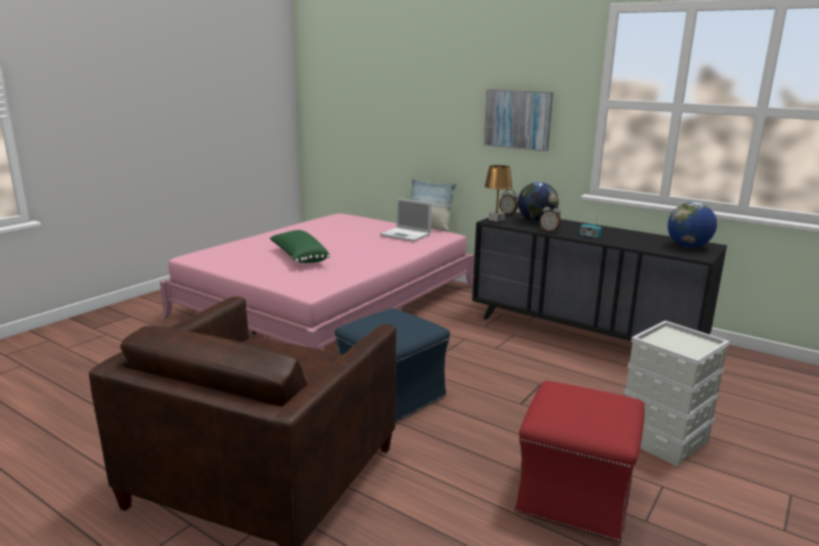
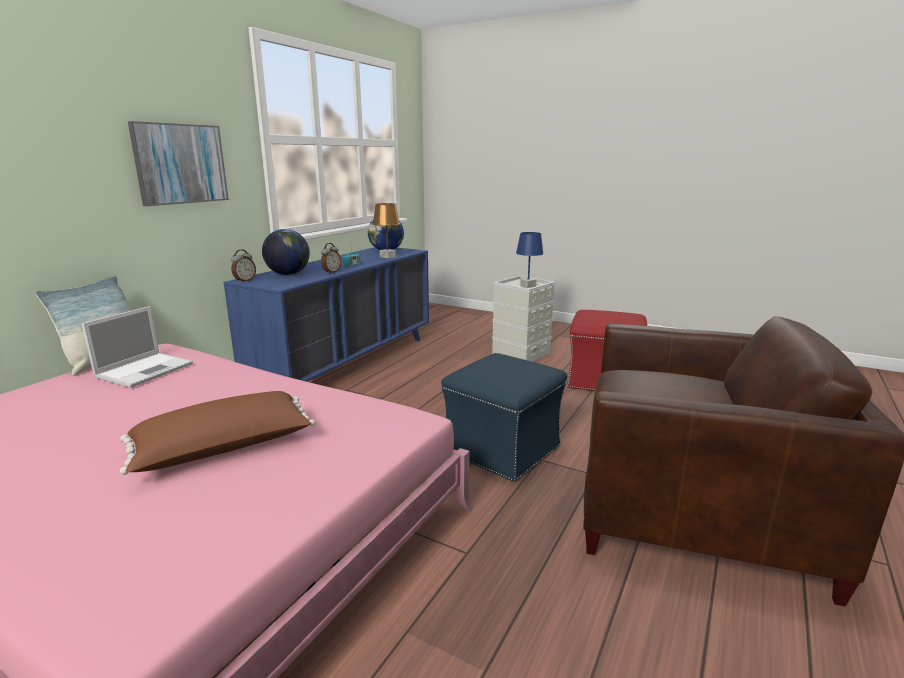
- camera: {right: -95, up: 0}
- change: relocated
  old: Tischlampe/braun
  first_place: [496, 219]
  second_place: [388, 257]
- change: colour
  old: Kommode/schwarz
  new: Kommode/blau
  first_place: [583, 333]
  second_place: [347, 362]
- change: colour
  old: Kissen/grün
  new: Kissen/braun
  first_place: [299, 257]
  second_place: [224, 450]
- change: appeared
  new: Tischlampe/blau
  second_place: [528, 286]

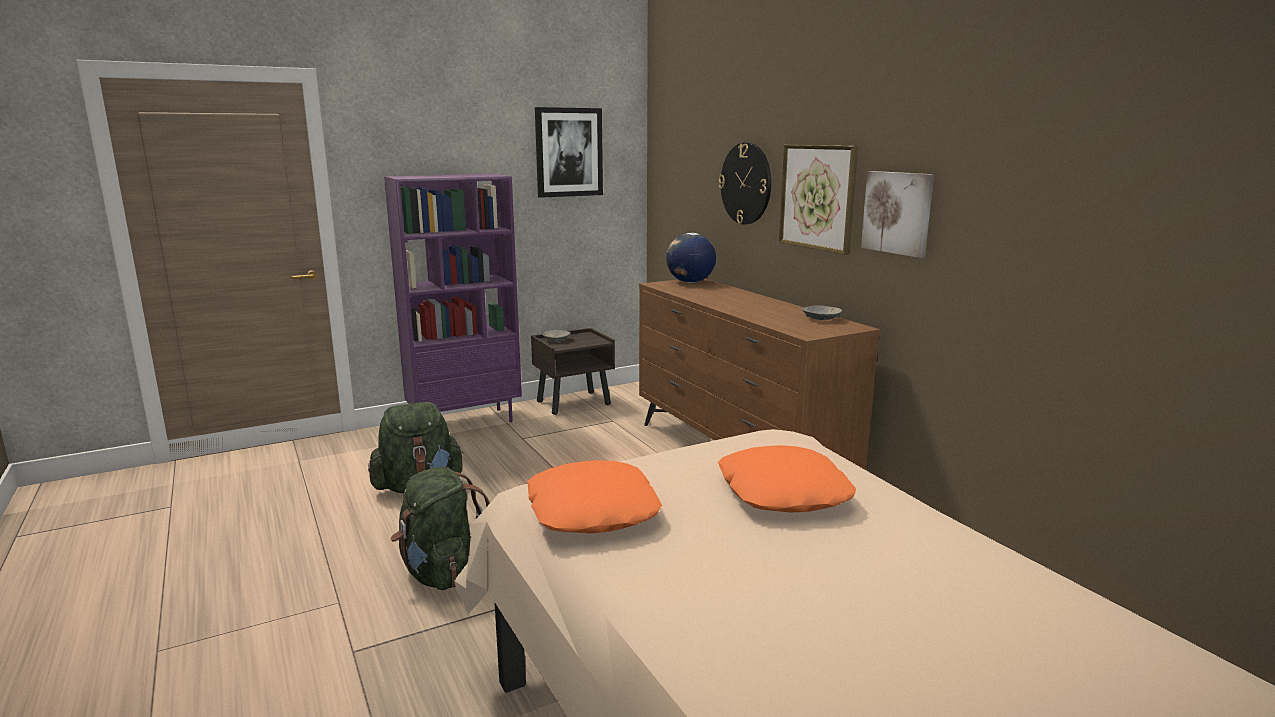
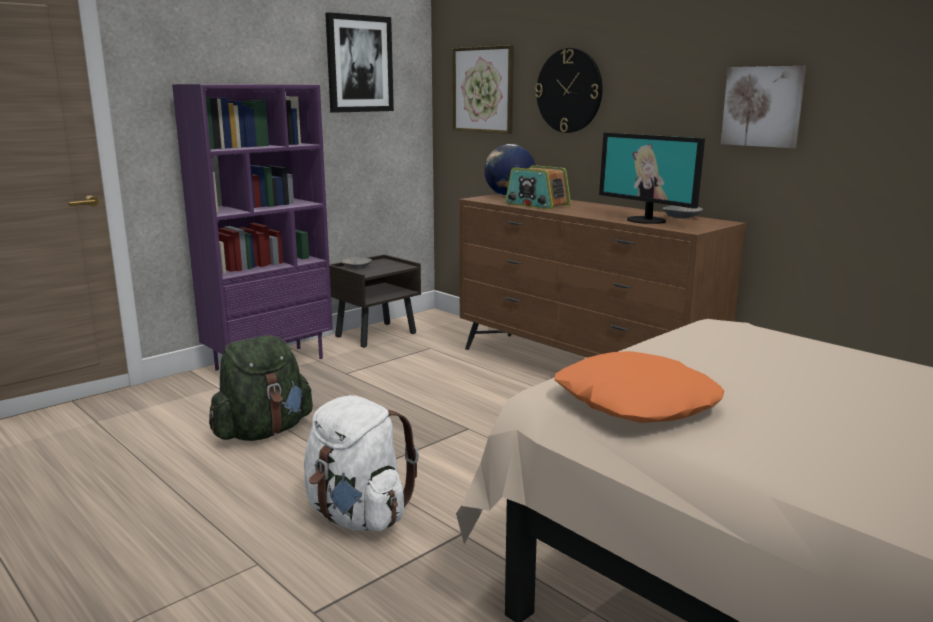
- camera: {right: -15, up: 0}
- change: relocated
  old: Bild
  first_place: [818, 197]
  second_place: [483, 90]
- change: missing
  old: Kissen/orange
  first_place: [782, 492]
- change: colour
  old: Rucksack/grün
  new: Rucksack/weiß
  first_place: [442, 573]
  second_place: [357, 516]
- change: appeared
  new: Monitor
  second_place: [647, 220]
- change: appeared
  new: Radio
  second_place: [537, 204]

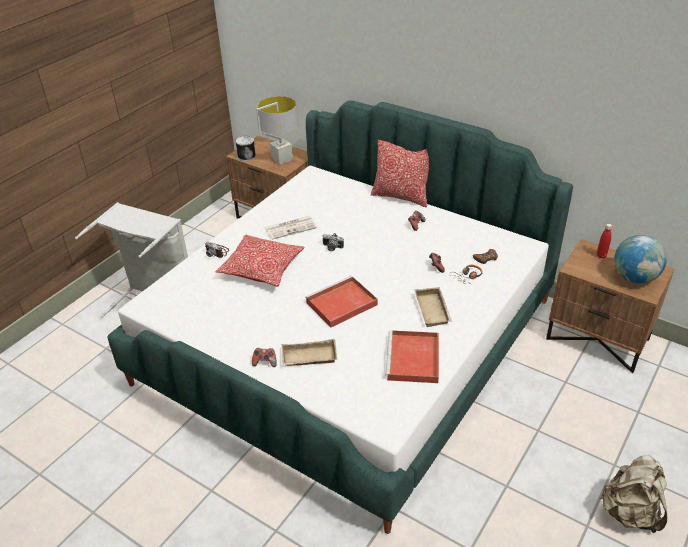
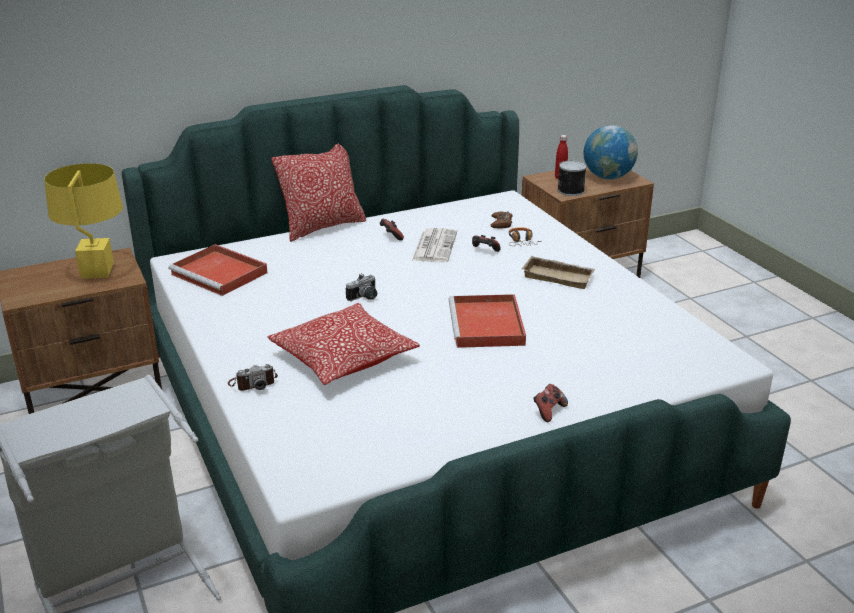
- camera: {right: -60, up: -10}
- change: colour
  old: Tischlampe/grau
  new: Tischlampe/gelb
  first_place: [281, 159]
  second_place: [97, 272]
- change: relocated
  old: Dose
  first_place: [246, 156]
  second_place: [570, 190]
- change: relocated
  old: Zeitung
  first_place: [291, 227]
  second_place: [434, 246]
- change: relocated
  old: Tablett/rot
  first_place: [413, 360]
  second_place: [221, 274]
- change: missing
  old: Tablett/beige
  first_place: [308, 358]
- change: missing
  old: Rucksack/beige
  first_place: [630, 512]

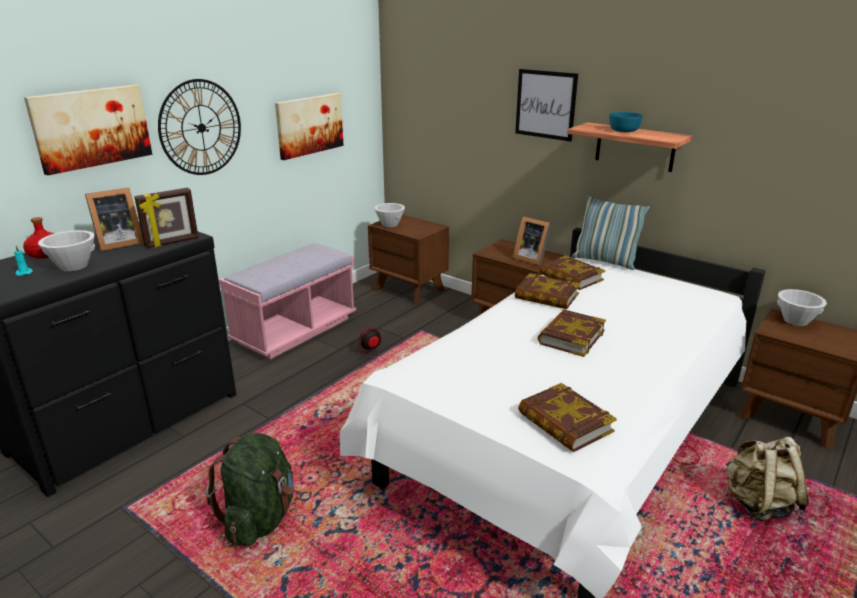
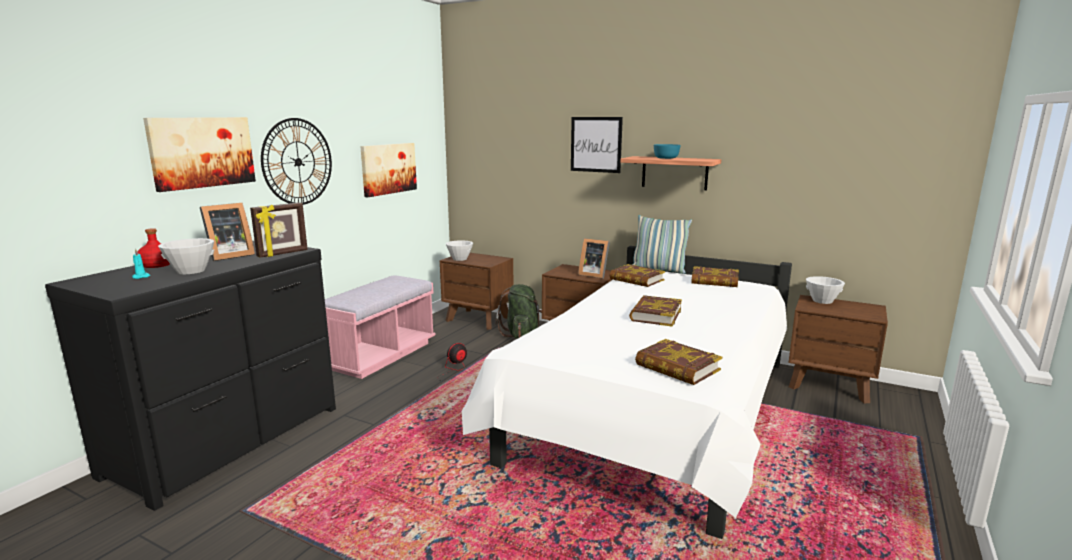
- camera: {right: -10, up: -10}
- change: relocated
  old: Buch
  first_place: [546, 296]
  second_place: [714, 281]
- change: relocated
  old: Rucksack/grün
  first_place: [260, 518]
  second_place: [521, 334]
- change: missing
  old: Rucksack/beige
  first_place: [758, 504]

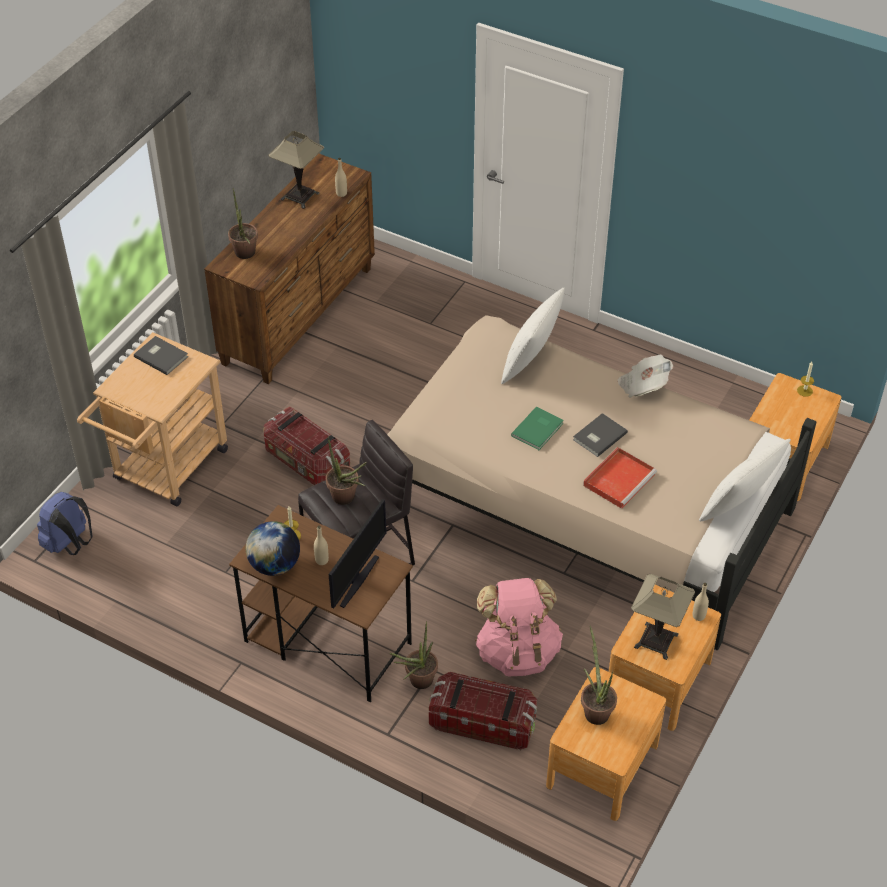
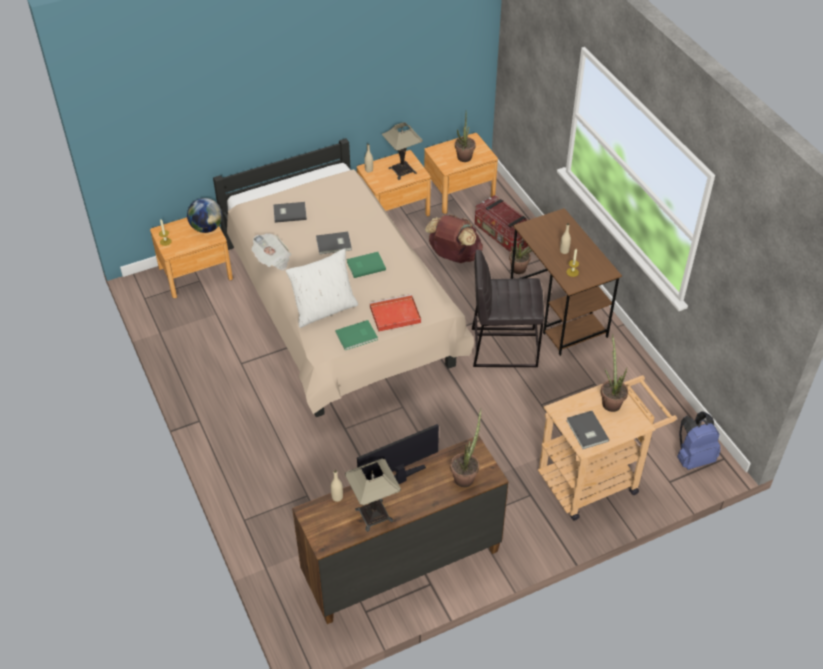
- camera: {right: -145, up: 0}
- change: missing
  old: Aufbewahrungsbox
  first_place: [306, 462]
- change: relocated
  old: Topfpflanze
  first_place: [346, 499]
  second_place: [610, 401]
- change: missing
  old: Kissen/weiß
  first_place: [738, 507]
- change: relocated
  old: Tablett/rot
  first_place: [619, 479]
  second_place: [394, 315]
- change: relocated
  old: Monitor
  first_place: [357, 580]
  second_place: [399, 479]
- change: relocated
  old: Globus
  first_place: [274, 565]
  second_place: [207, 228]
- change: colour
  old: Rucksack/rosa
  new: Rucksack/braun
  first_place: [517, 651]
  second_place: [454, 256]
- change: appeared
  new: Buch/grau
  second_place: [289, 213]
- change: appeared
  new: Buch/grün
  second_place: [357, 336]

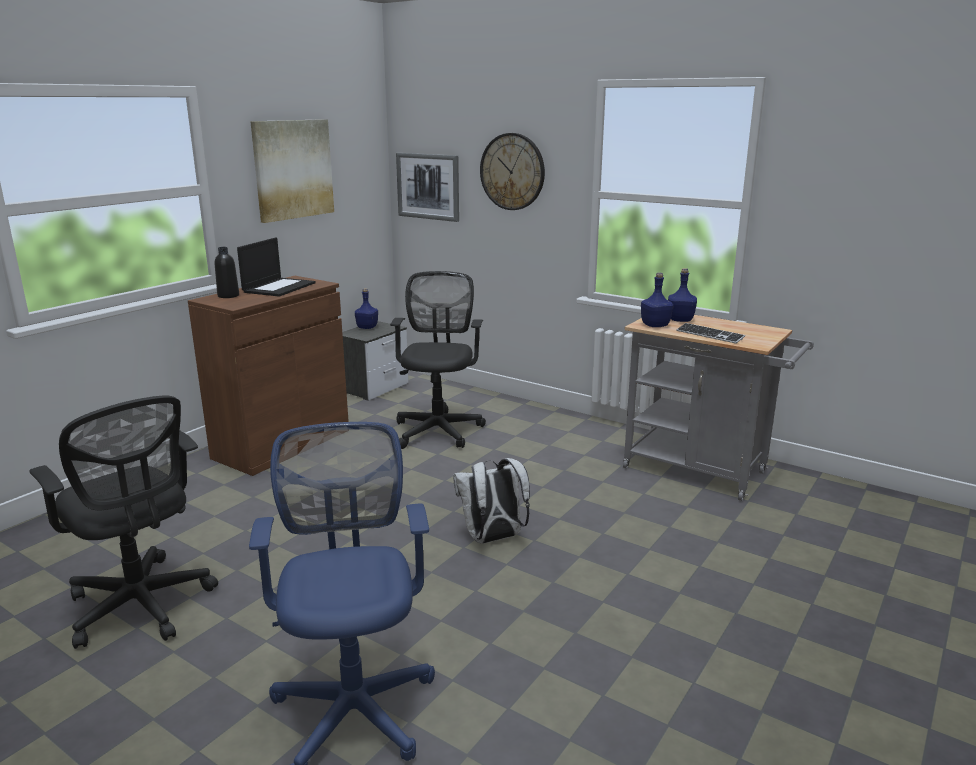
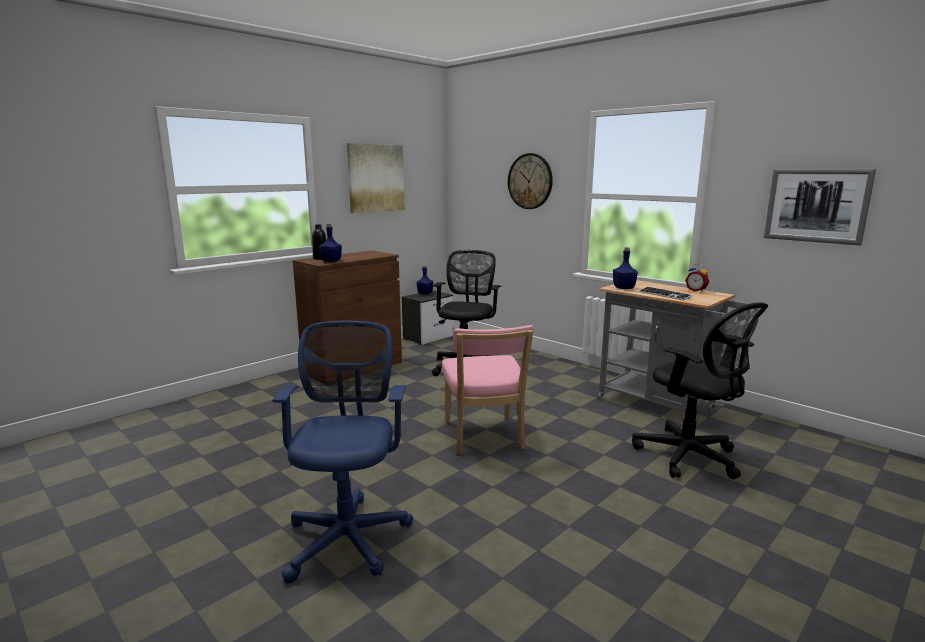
- camera: {right: 10, up: -5}
- change: relocated
  old: Bild
  first_place: [428, 186]
  second_place: [816, 205]
- change: missing
  old: Laptop
  first_place: [279, 287]
- change: relocated
  old: Flasche/blau
  first_place: [680, 320]
  second_place: [331, 261]
- change: relocated
  old: Bürostuhl/schwarz
  first_place: [142, 607]
  second_place: [690, 457]
- change: exchanged
  old: Rucksack/weiß
  new: Stuhl/rosa
  first_place: [493, 538]
  second_place: [484, 437]
- change: appeared
  new: Wecker
  second_place: [696, 290]

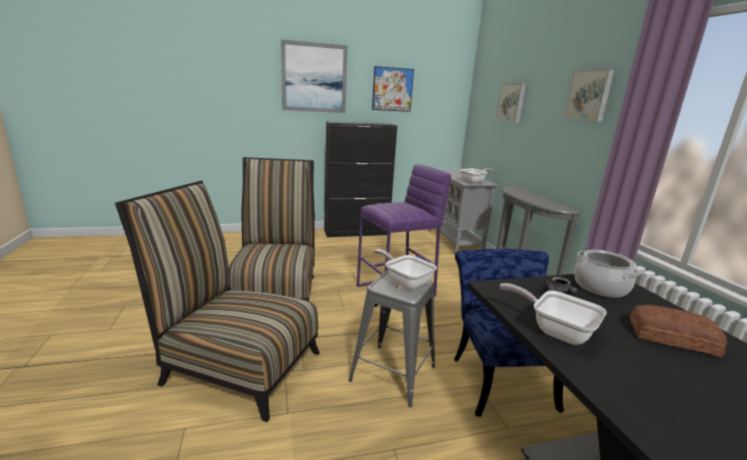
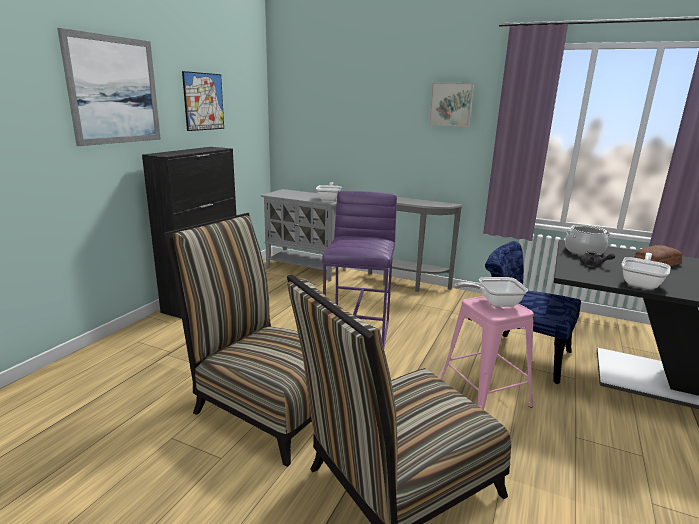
- camera: {right: -50, up: 0}
- change: missing
  old: Bild
  first_place: [512, 102]
- change: colour
  old: Hocker/grau
  new: Hocker/rosa
  first_place: [393, 373]
  second_place: [484, 395]
- change: spun
  old: Pfanne
  first_place: [555, 330]
  second_place: [642, 283]
  degrees: 135

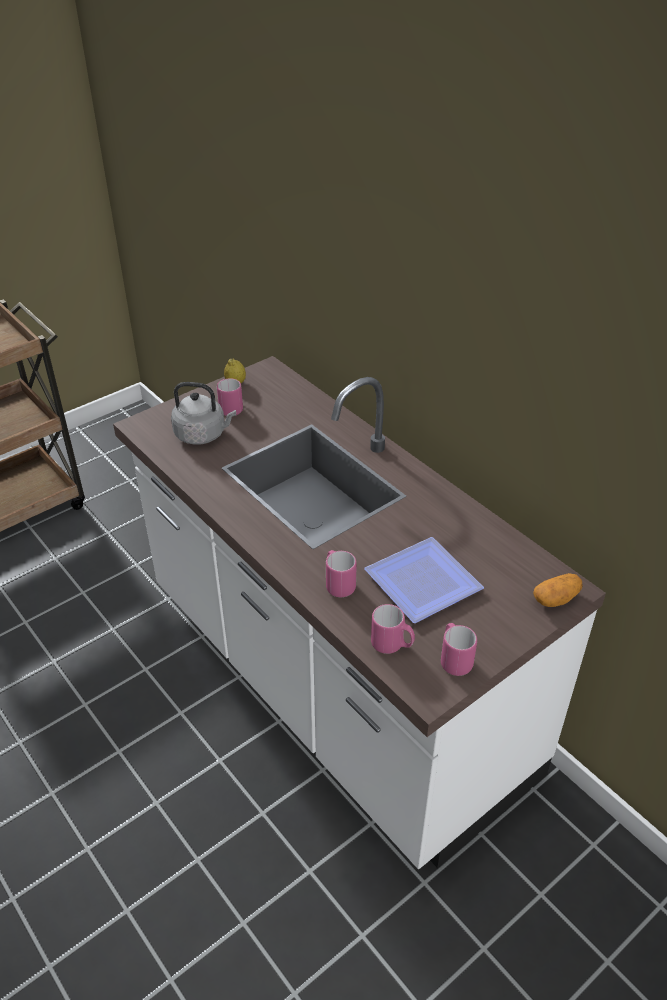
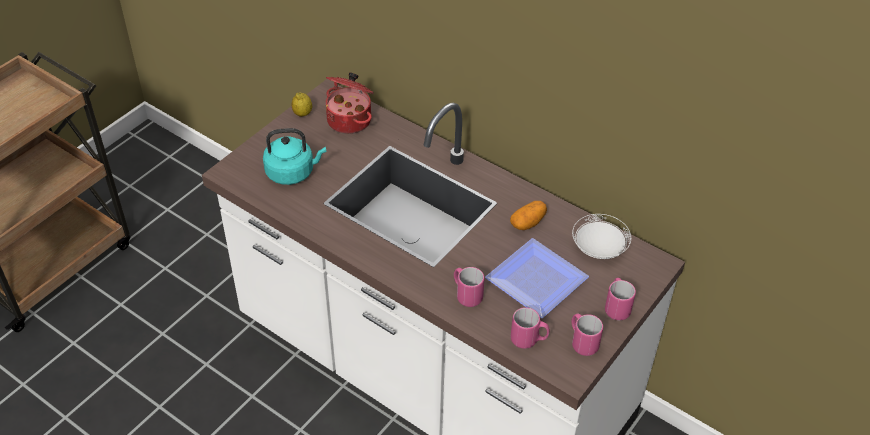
- camera: {right: -15, up: 5}
- change: relocated
  old: Henkelbecher/rosa
  first_place: [232, 407]
  second_place: [616, 307]
- change: colour
  old: Wasserkessel/grau
  new: Wasserkessel/türkis
  first_place: [203, 434]
  second_place: [293, 172]
- change: relocated
  old: Kartoffel
  first_place: [556, 599]
  second_place: [528, 222]
- change: appeared
  new: Kochtopf
  second_place: [350, 120]
- change: appeared
  new: Teller/weiß
  second_place: [599, 247]

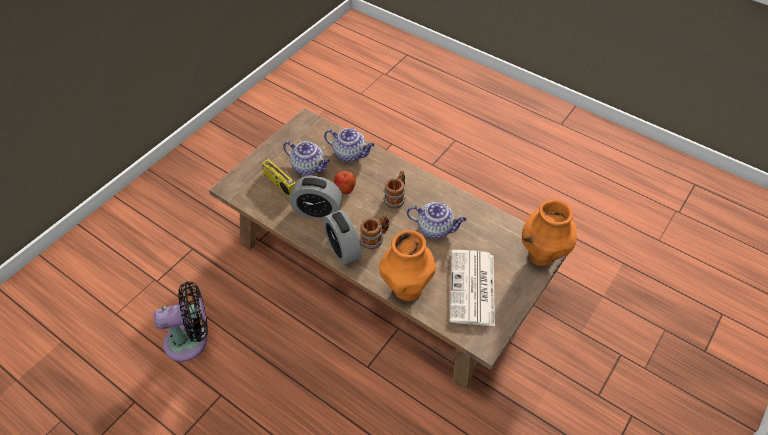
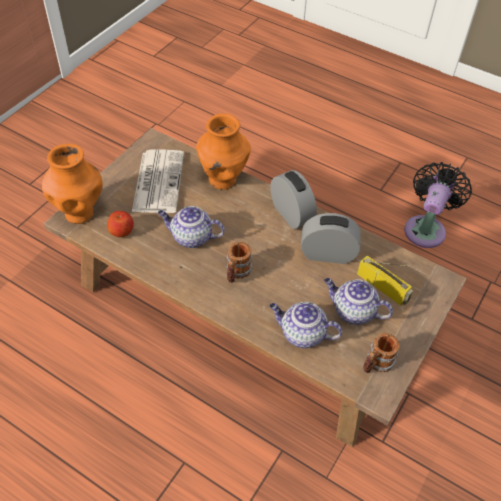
- camera: {right: 175, up: 0}
- change: relocated
  old: Apfel
  first_place: [345, 188]
  second_place: [122, 231]
- change: relocated
  old: Henkelbecher
  first_place: [375, 238]
  second_place: [376, 364]
- change: spun
  old: Ventilator/schwarz
  first_place: [191, 340]
  second_place: [426, 228]
  degrees: 135

